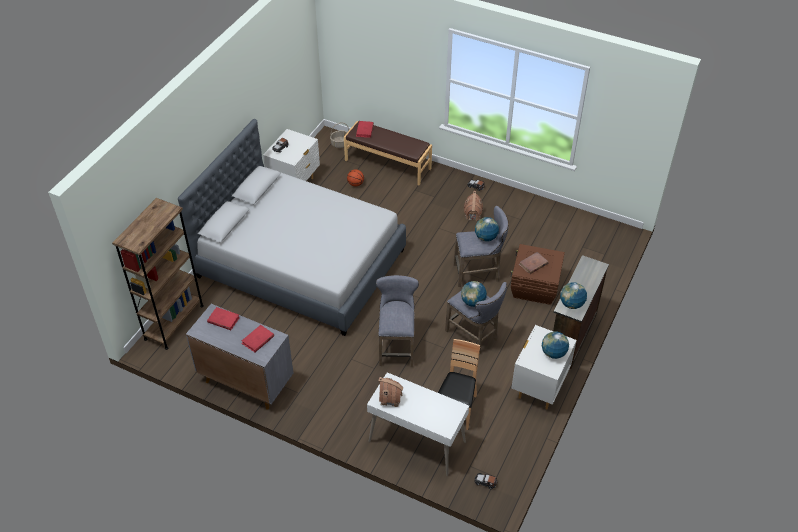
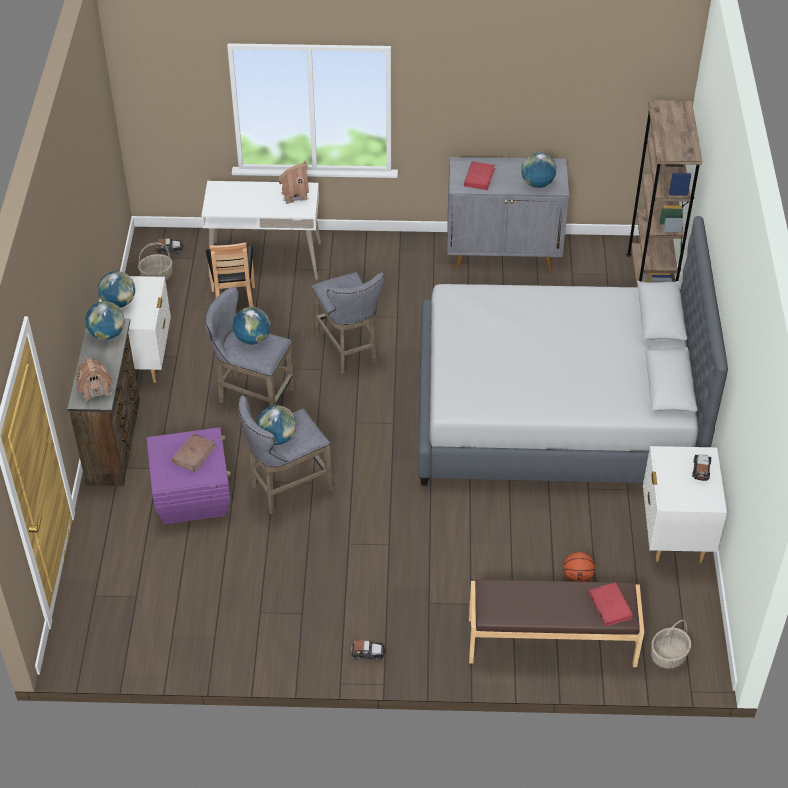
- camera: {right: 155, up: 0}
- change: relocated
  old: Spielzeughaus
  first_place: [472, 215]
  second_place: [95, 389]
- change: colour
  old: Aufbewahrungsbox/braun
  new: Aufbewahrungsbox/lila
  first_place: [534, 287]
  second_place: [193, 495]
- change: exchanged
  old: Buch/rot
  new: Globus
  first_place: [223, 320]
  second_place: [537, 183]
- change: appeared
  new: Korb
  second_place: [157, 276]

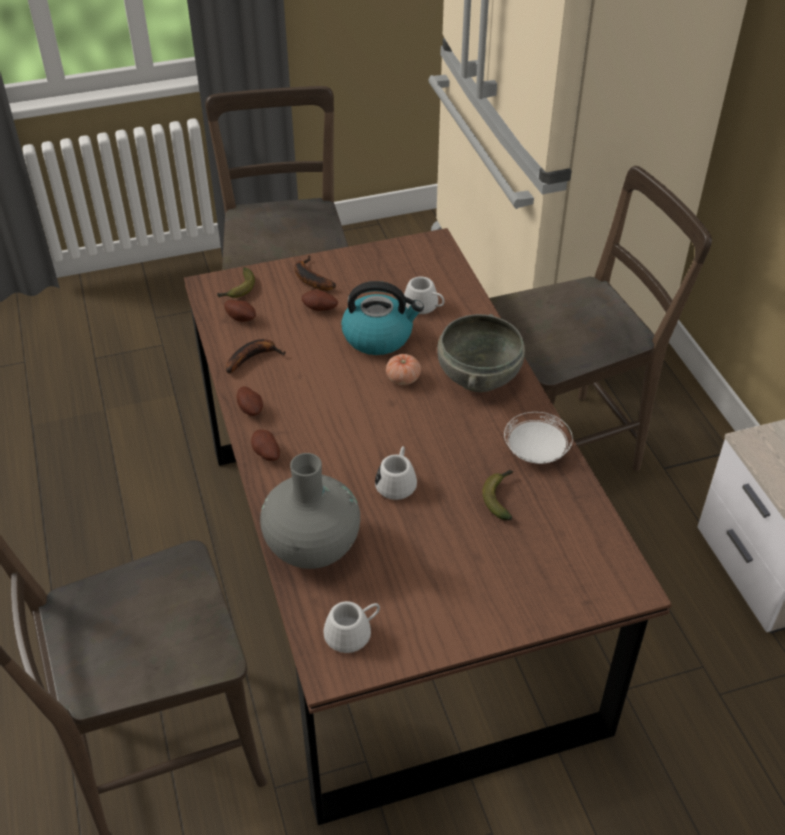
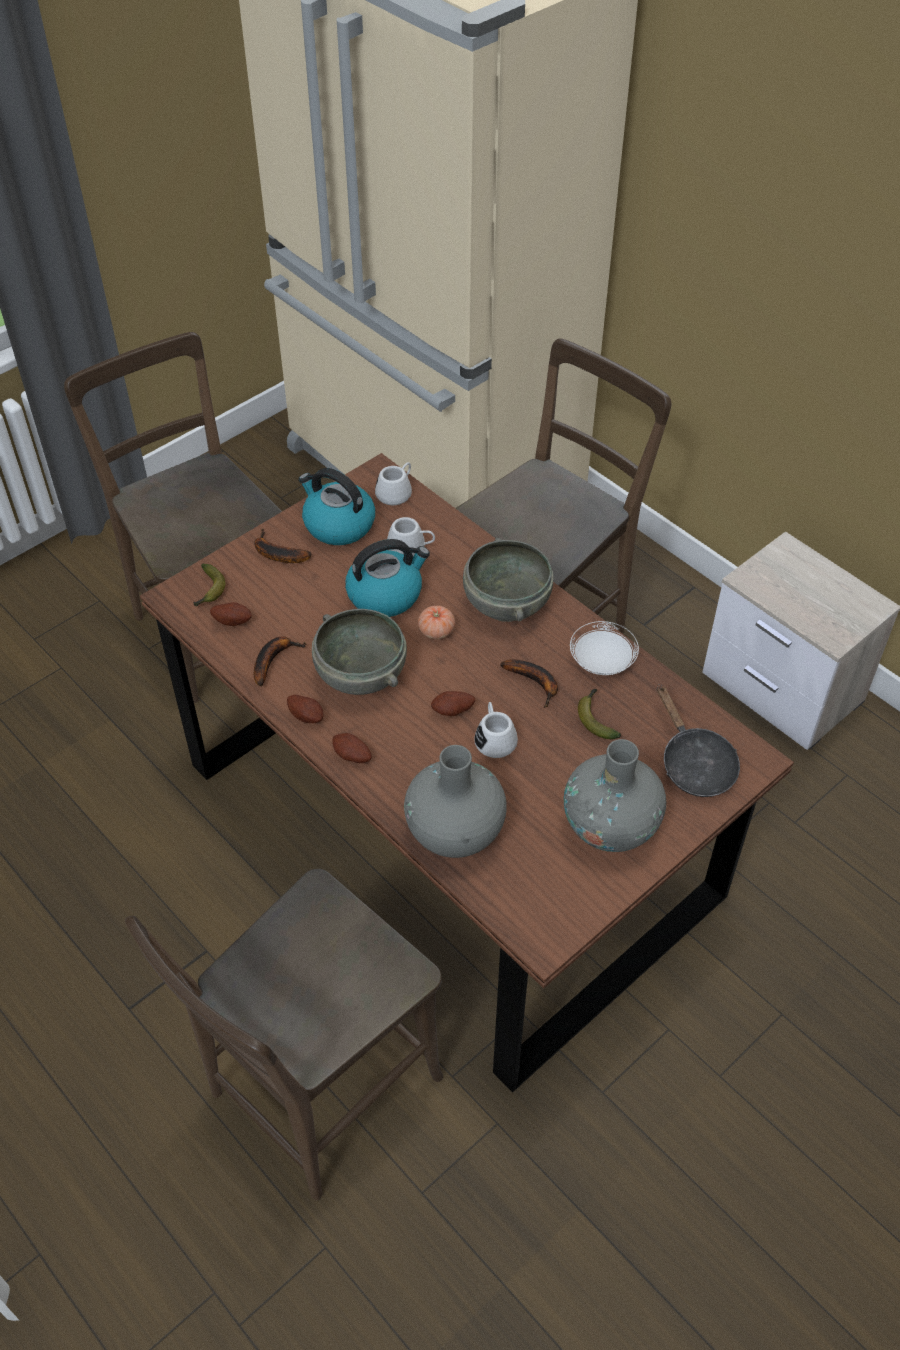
- camera: {right: -25, up: 5}
- change: relocated
  old: Kartoffel
  first_place: [319, 309]
  second_place: [453, 711]
- change: relocated
  old: Henkelbecher/weiß
  first_place: [353, 632]
  second_place: [396, 491]
- change: appeared
  new: Wasserkessel
  second_place: [338, 525]
- change: appeared
  new: Schüssel/grau
  second_place: [359, 675]
- change: appeared
  new: Banane
  second_place: [535, 683]
- change: appeared
  new: Pfanne/schwarz
  second_place: [694, 763]
- change: appeared
  new: Vase/grau
  second_place: [610, 826]

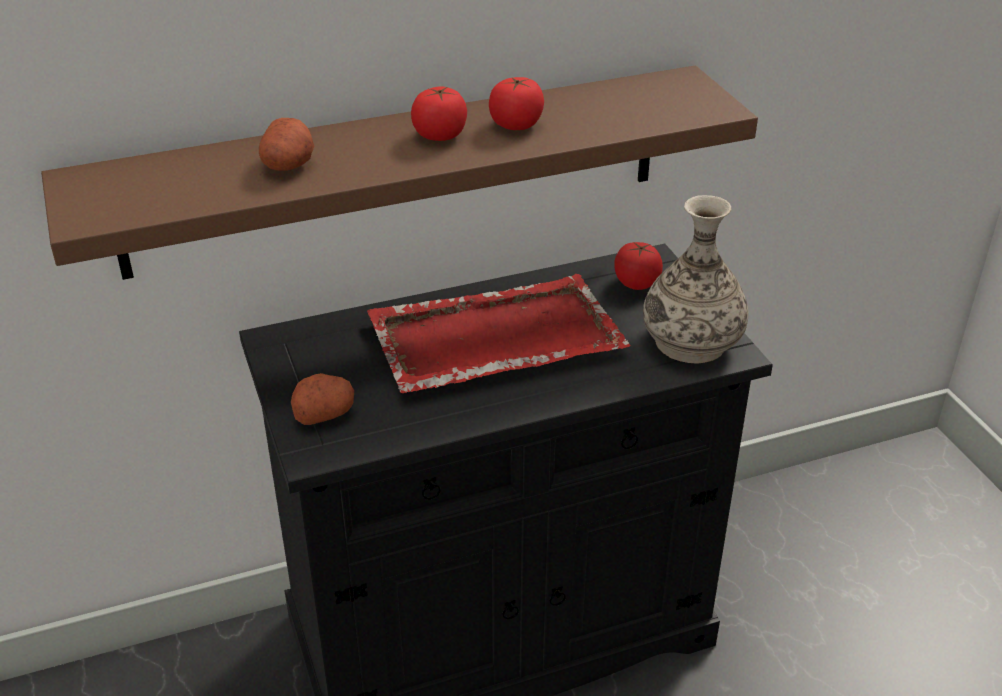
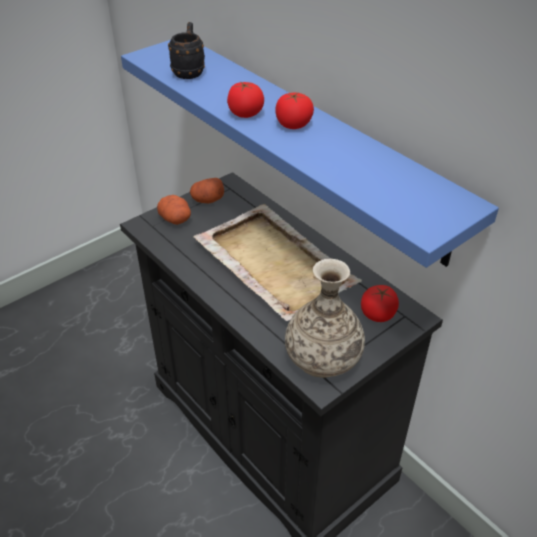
- camera: {right: 70, up: 5}
- change: colour
  old: Wandregal/braun
  new: Wandregal/blau
  first_place: [397, 171]
  second_place: [309, 141]
- change: relocated
  old: Tomate
  first_place: [516, 124]
  second_place: [245, 113]
- change: relocated
  old: Kartoffel
  first_place: [288, 165]
  second_place: [207, 200]
- change: colour
  old: Tablett/rot
  new: Tablett/beige
  first_place: [493, 339]
  second_place: [273, 262]
- change: appeared
  new: Henkelbecher/schwarz
  second_place: [189, 71]

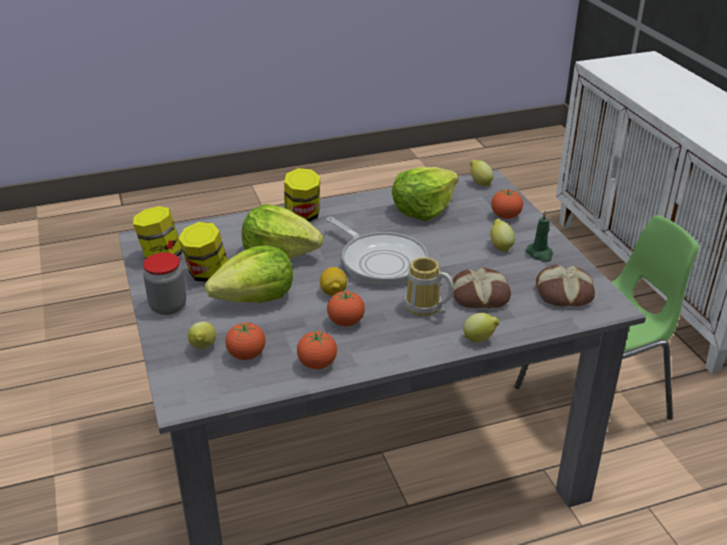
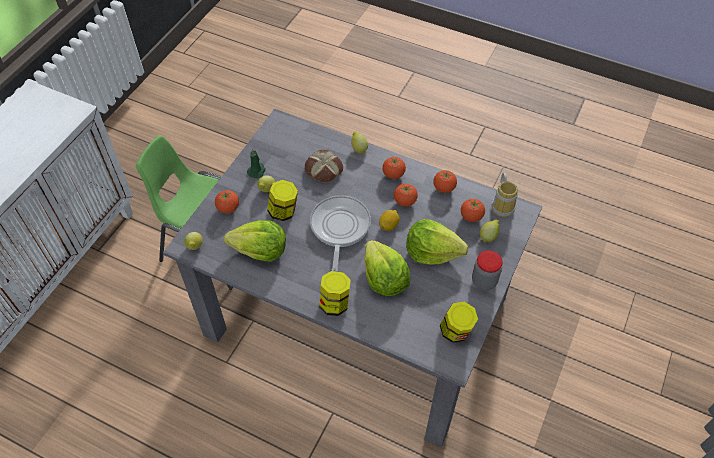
- camera: {right: -135, up: 20}
- change: relocated
  old: Vorratsglas
  first_place: [206, 274]
  second_place: [284, 211]
- change: relocated
  old: Henkelbecher
  first_place: [426, 309]
  second_place: [503, 205]
- change: missing
  old: Brot
  first_place: [564, 294]
- change: appeared
  new: Tomate
  second_place: [393, 174]

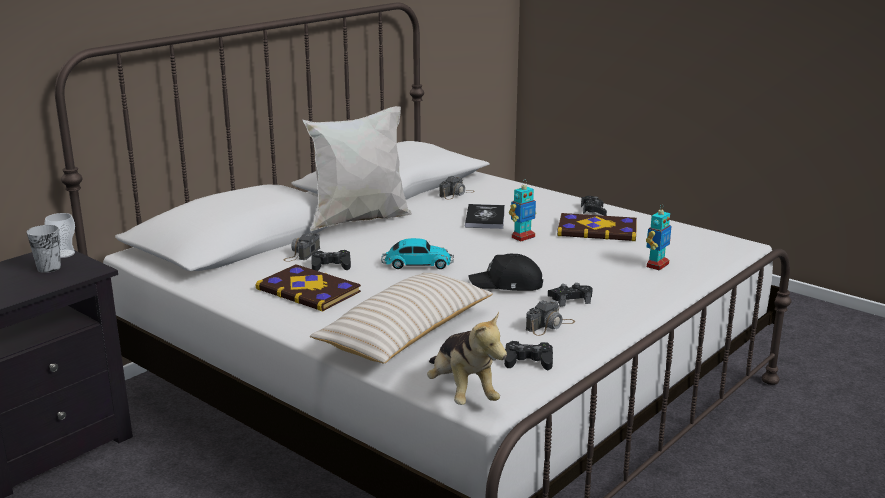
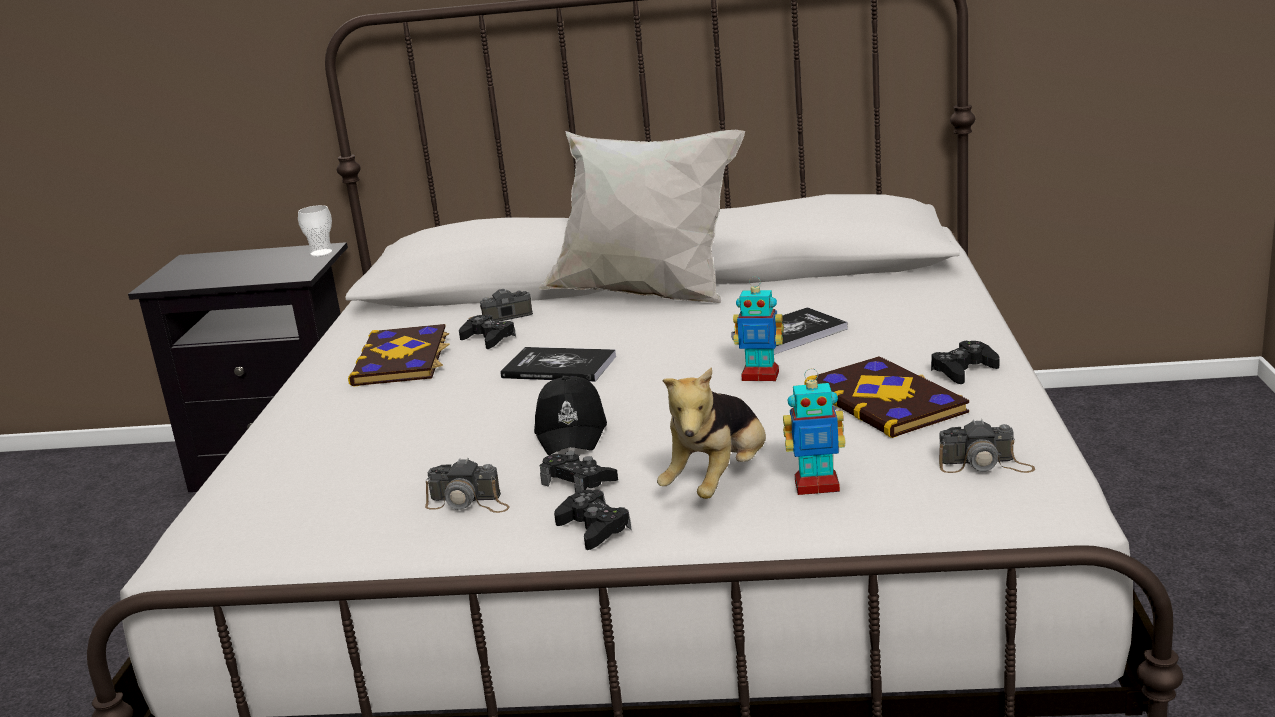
- camera: {right: 55, up: 0}
- change: relocated
  old: Kamera
  first_place: [456, 194]
  second_place: [985, 465]
- change: missing
  old: Tasse
  first_place: [49, 268]
- change: exchanged
  old: Spielzeugauto
  new: Buch
  first_place: [416, 264]
  second_place: [559, 367]
- change: spun
  old: Kappe/schwarz
  first_place: [507, 284]
  second_place: [572, 431]
  degrees: -150
- change: missing
  old: Kissen/beige
  first_place: [406, 334]
- change: relocated
  old: Plüschtier
  first_place: [462, 393]
  second_place: [719, 482]
- change: relocated
  old: Gamepad/schwarz
  first_place: [528, 361]
  second_place: [593, 528]

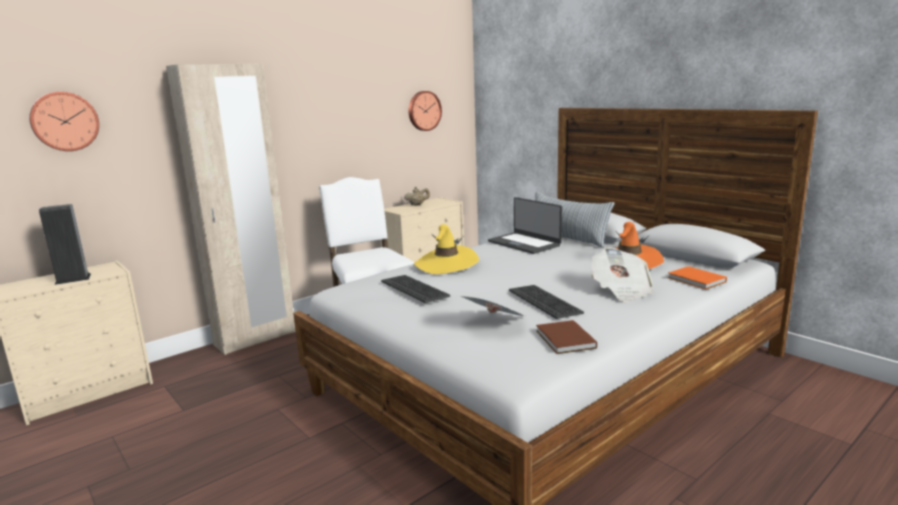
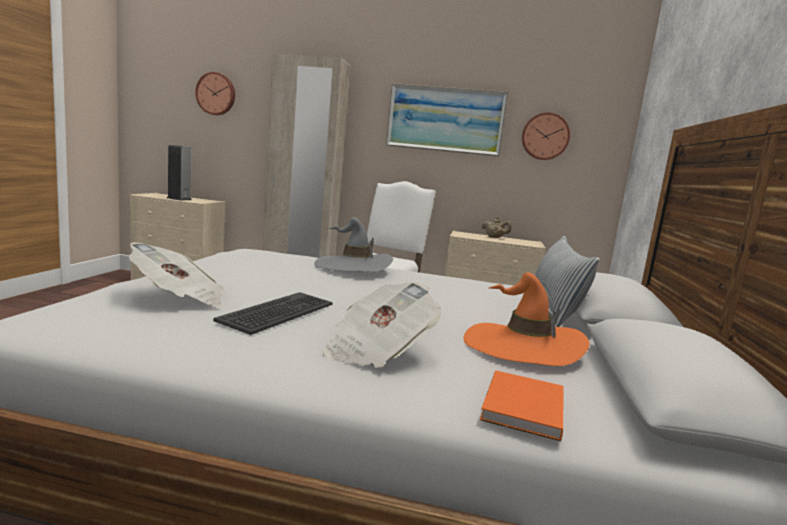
- camera: {right: 50, up: -5}
- change: missing
  old: Laptop
  first_place: [524, 243]
- change: colour
  old: Hut/gelb
  new: Hut/grau
  first_place: [446, 264]
  second_place: [353, 267]
- change: missing
  old: Tastatur
  first_place: [415, 289]
- change: missing
  old: Buch/braun
  first_place: [565, 340]
- change: appeared
  new: Bild
  second_place: [445, 120]

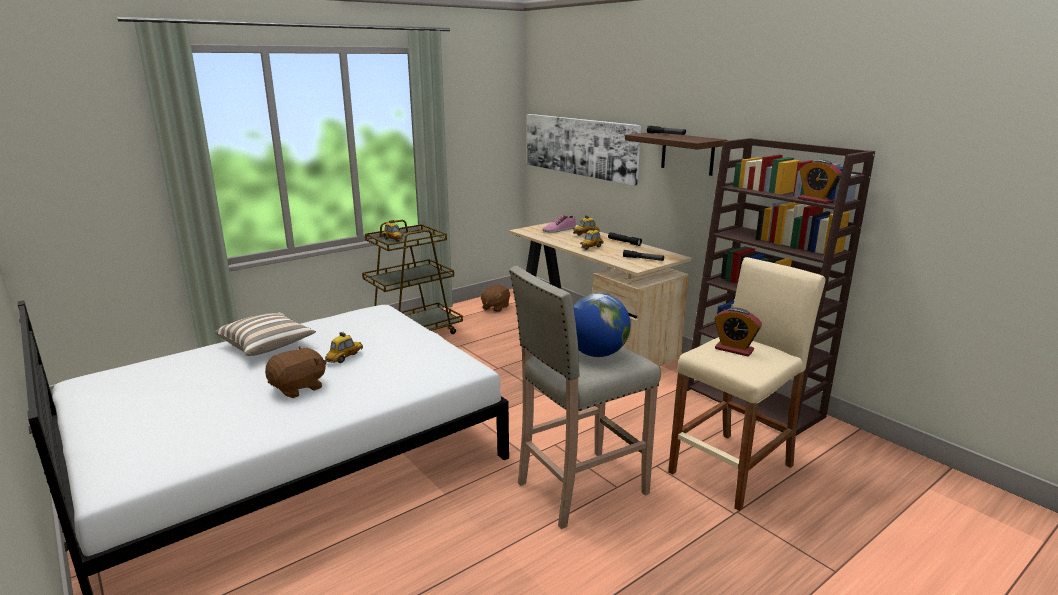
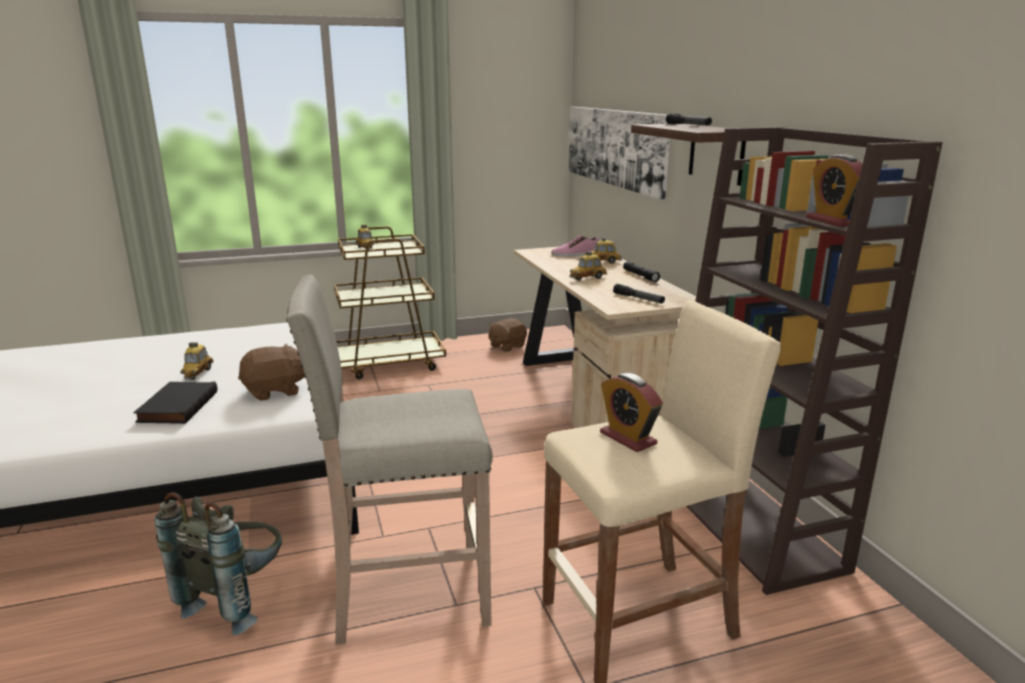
- camera: {right: 20, up: 0}
- change: missing
  old: Globus
  first_place: [597, 354]
- change: missing
  old: Kissen
  first_place: [267, 346]
- change: spun
  old: Spielzeugauto
  first_place: [345, 358]
  second_place: [198, 374]
  degrees: 120
- change: relocated
  old: Plüschtier/braun
  first_place: [298, 388]
  second_place: [275, 391]
- change: appeared
  new: Buch/schwarz
  second_place: [176, 406]
- change: appeared
  new: Rucksack/grau
  second_place: [237, 599]

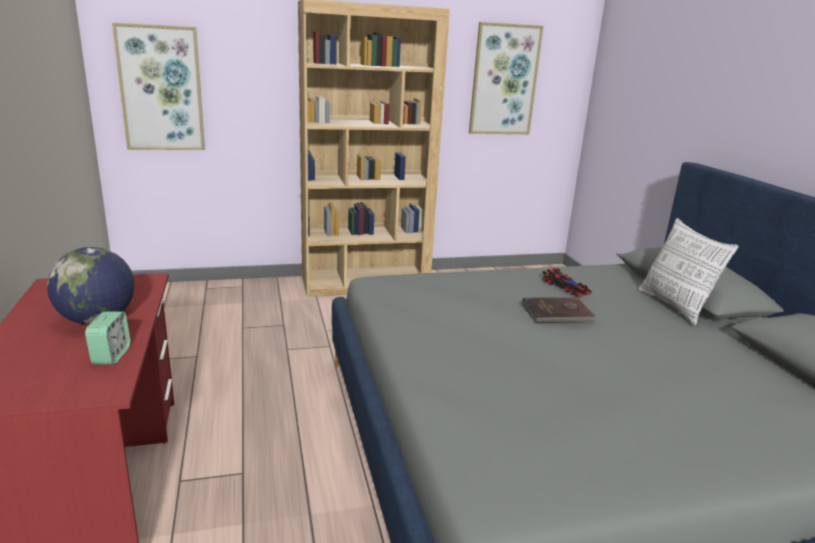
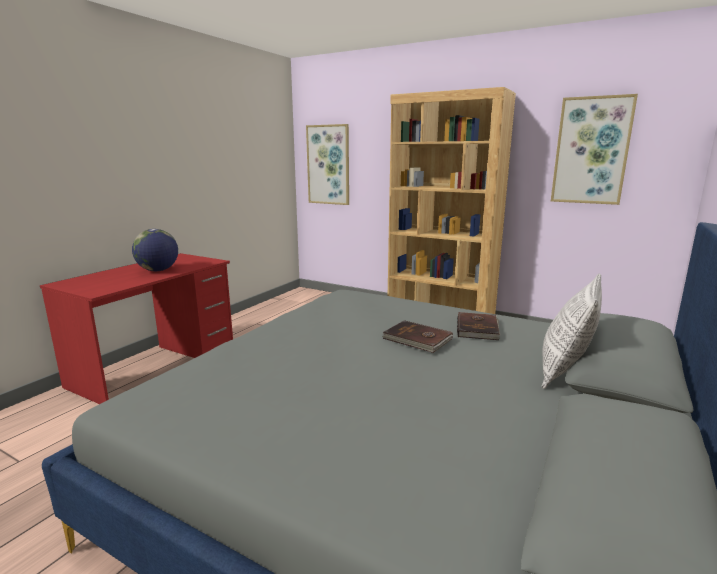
- camera: {right: 45, up: -5}
- change: exchanged
  old: Spielzeugauto
  new: Buch/braun
  first_place: [566, 287]
  second_place: [478, 328]
- change: missing
  old: Wecker
  first_place: [111, 356]

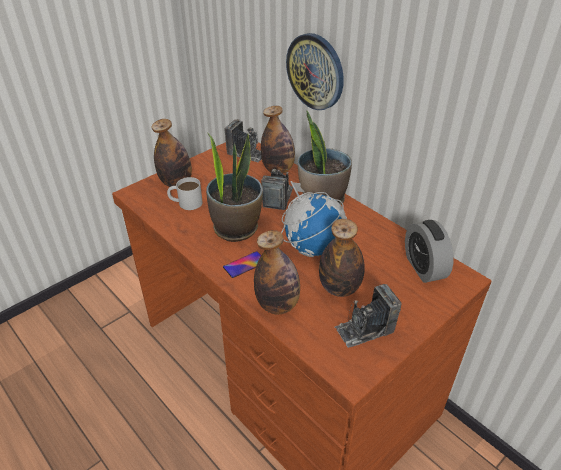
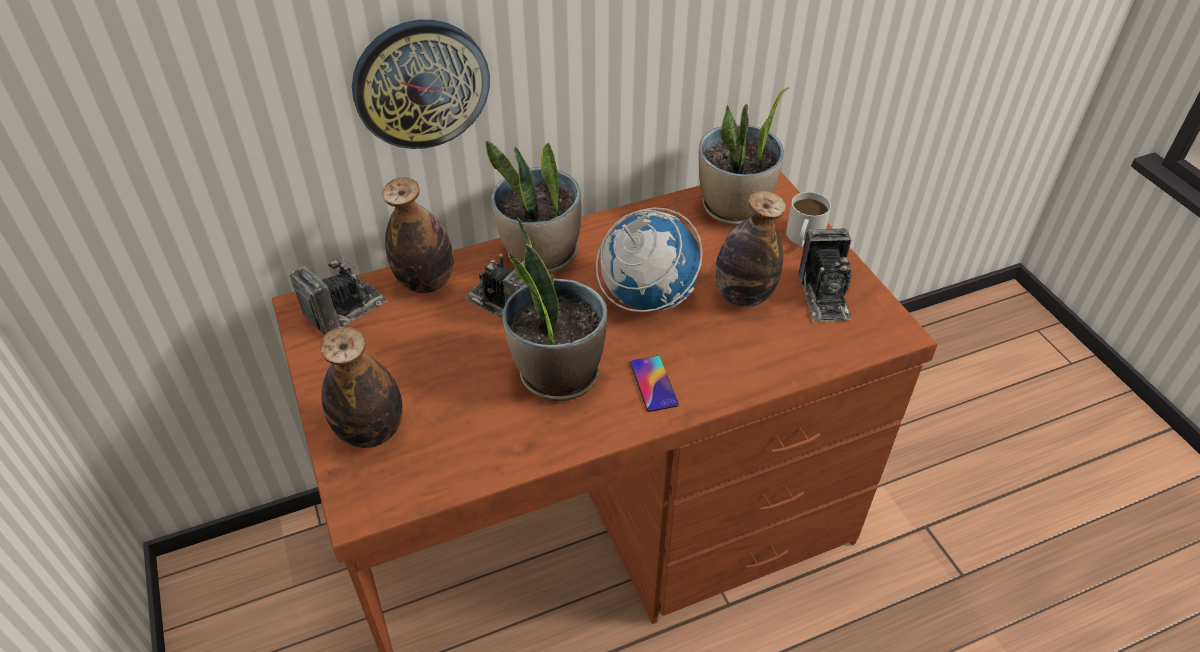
- camera: {right: -70, up: 5}
- change: relocated
  old: Henkelbecher/weiß
  first_place: [185, 202]
  second_place: [803, 238]
- change: exchanged
  old: Wecker
  new: Topfpflanze
  first_place: [423, 267]
  second_place: [734, 208]
- change: missing
  old: Flasche
  first_place: [277, 305]

